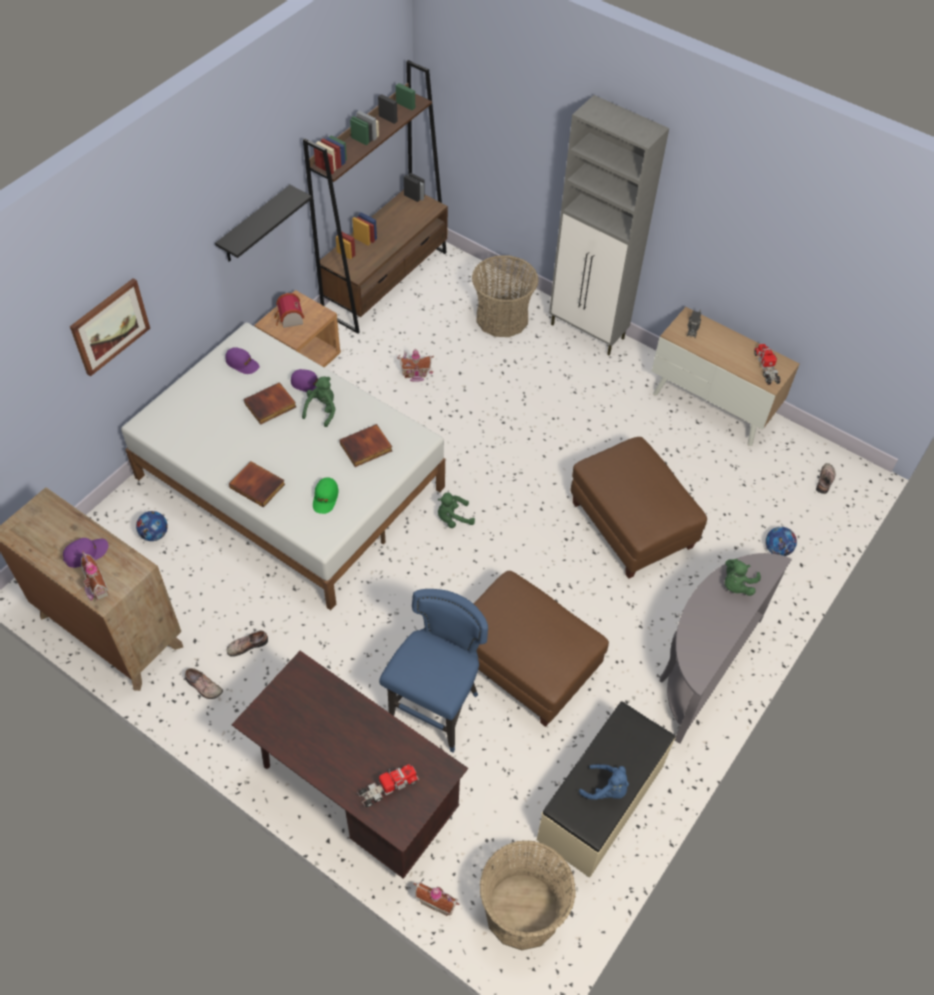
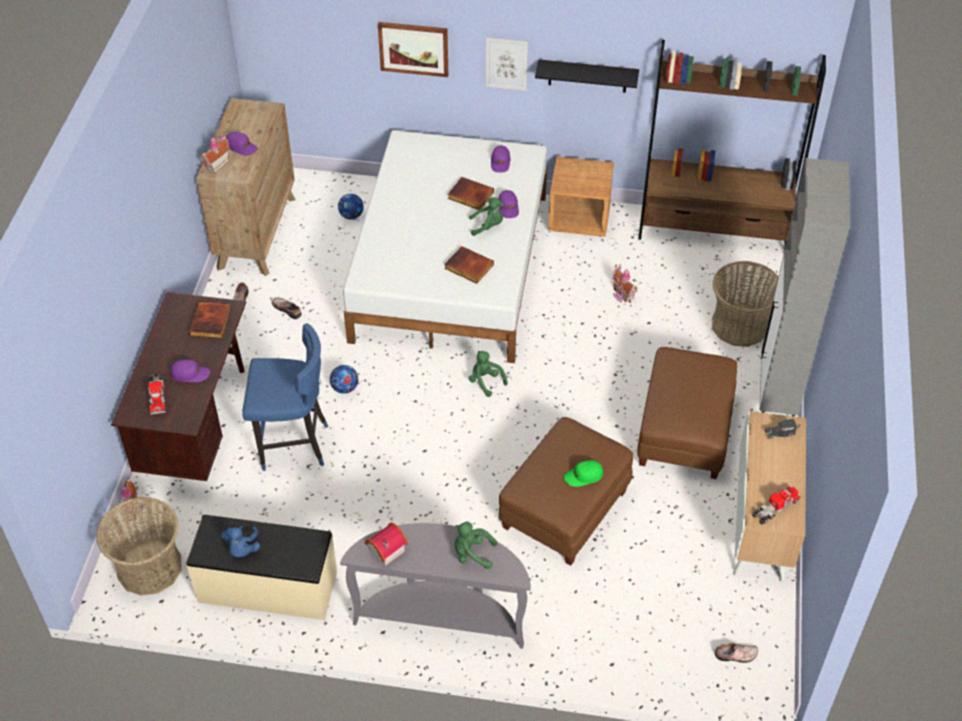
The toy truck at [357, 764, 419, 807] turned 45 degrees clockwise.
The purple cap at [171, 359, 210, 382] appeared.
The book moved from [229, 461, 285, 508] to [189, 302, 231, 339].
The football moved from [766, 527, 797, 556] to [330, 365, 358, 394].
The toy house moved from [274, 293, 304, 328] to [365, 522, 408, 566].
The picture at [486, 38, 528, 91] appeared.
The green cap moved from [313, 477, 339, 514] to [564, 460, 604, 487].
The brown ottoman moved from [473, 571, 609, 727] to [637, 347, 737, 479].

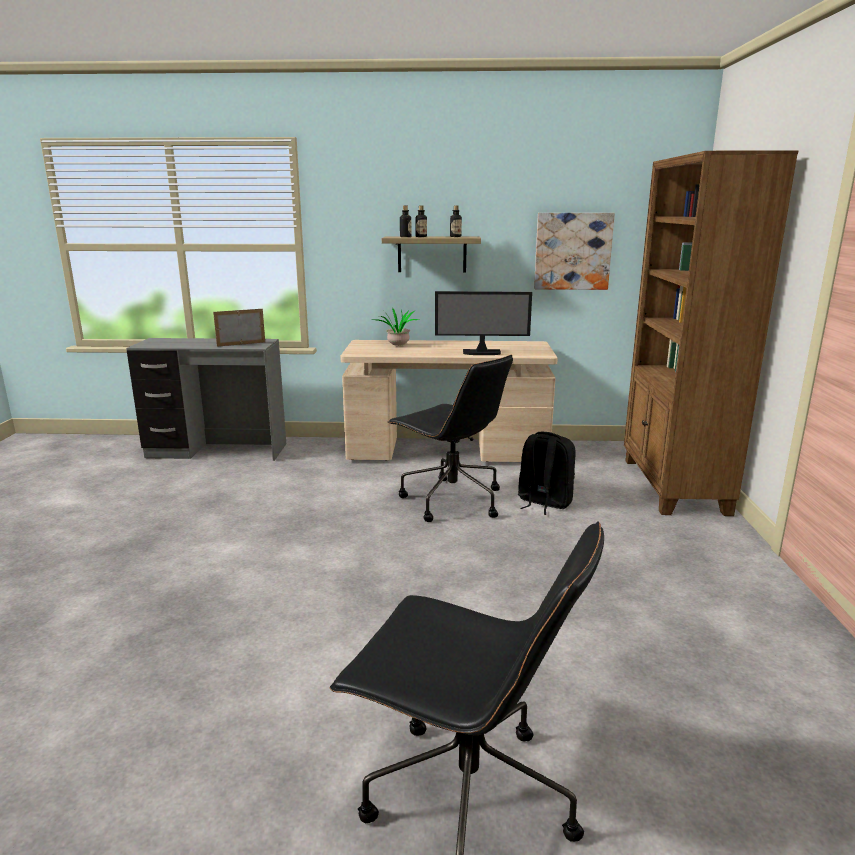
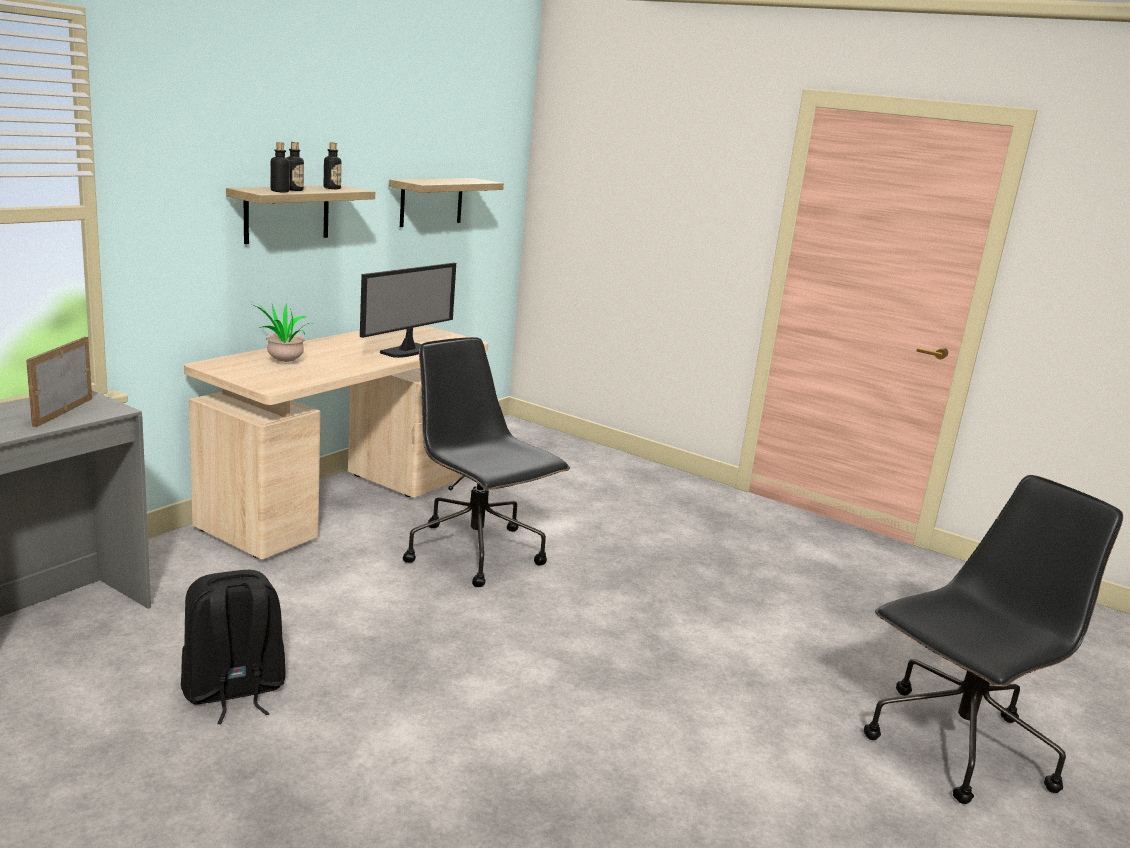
The black backpack moved from [518, 432, 575, 515] to [181, 570, 286, 724].
The picture at [534, 213, 615, 290] was replaced by the shelf at [389, 178, 504, 227].
The black office chair at [388, 355, 513, 522] turned 120 degrees counterclockwise.
The brown bookcase at [624, 150, 799, 516] disappeared.

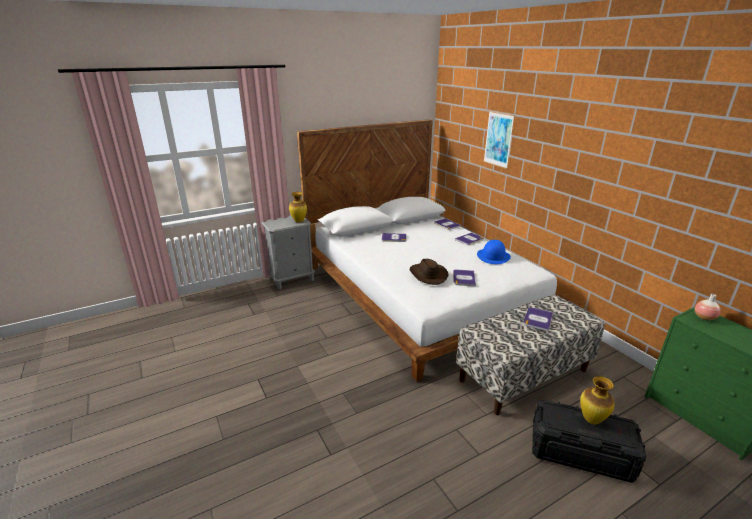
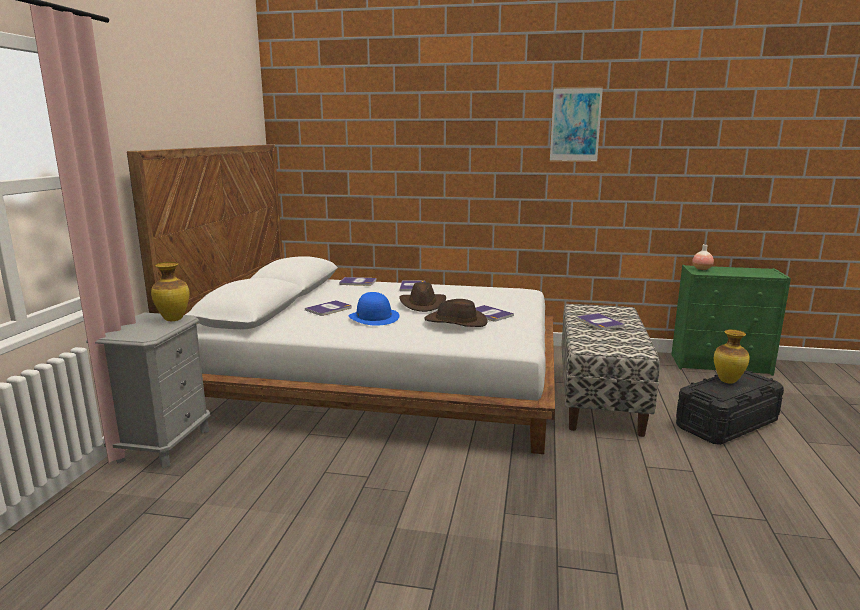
The blue hat moved from [477, 240, 511, 264] to [349, 292, 400, 326].
The brown hat at [399, 282, 446, 312] appeared.
The picture moved from [483, 111, 515, 169] to [550, 87, 603, 162].

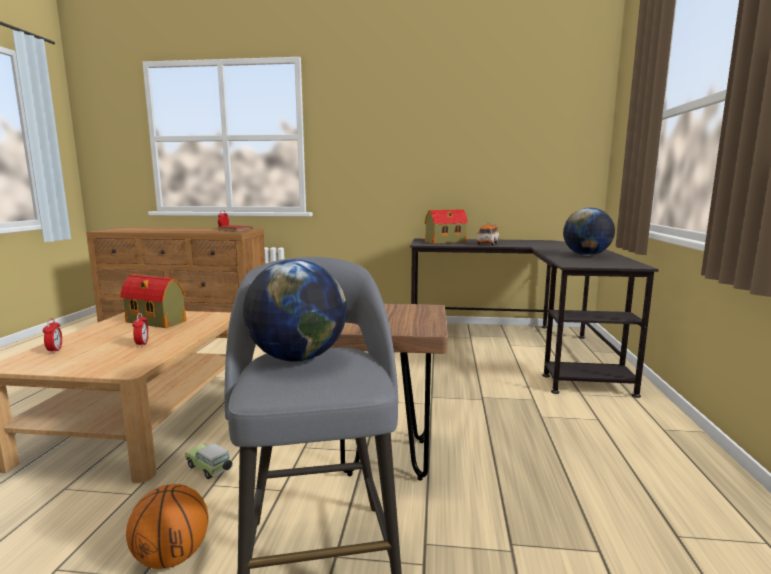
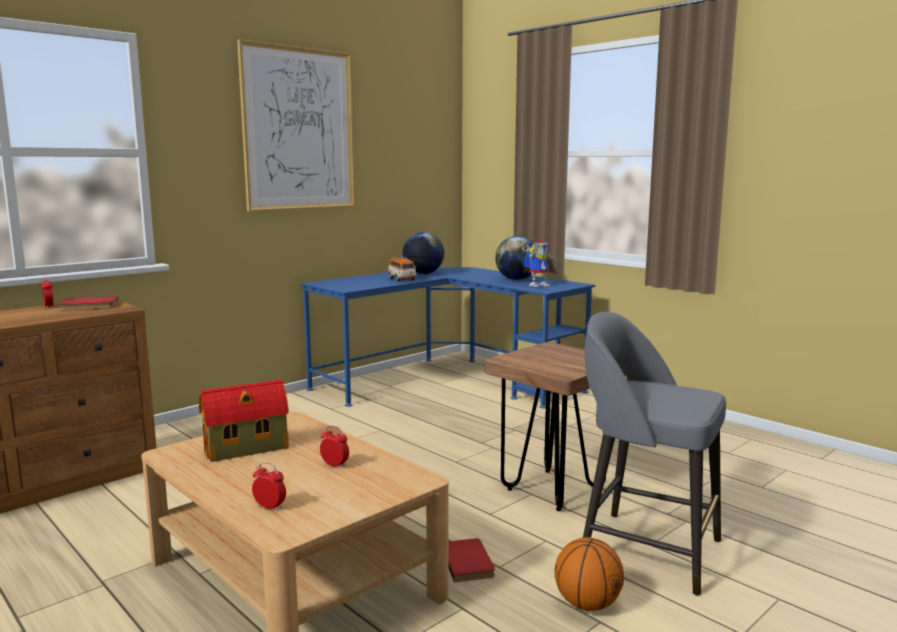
The picture at [237, 39, 355, 211] appeared.
The black desk at [410, 239, 659, 398] became the blue desk at [300, 267, 595, 408].
The globe moved from [243, 259, 347, 362] to [402, 232, 444, 274].
The toy car at [185, 443, 233, 479] was replaced by the red book at [449, 538, 495, 582].
The toy robot at [522, 240, 559, 287] appeared.
The toy house at [425, 210, 468, 244] disappeared.

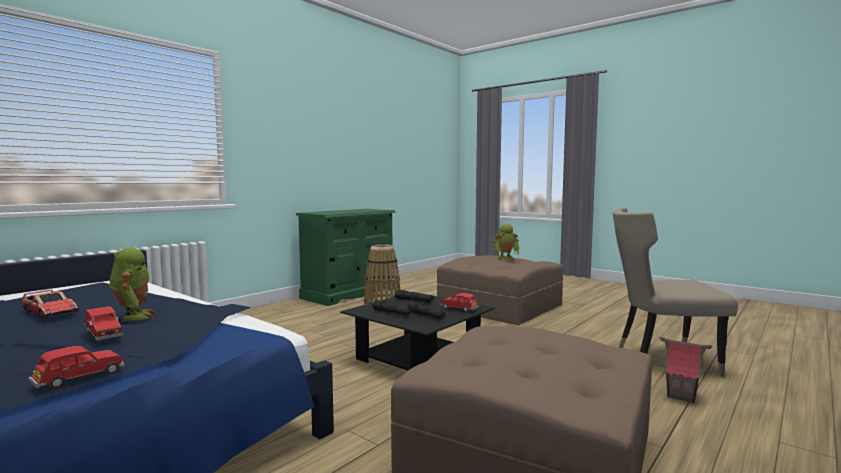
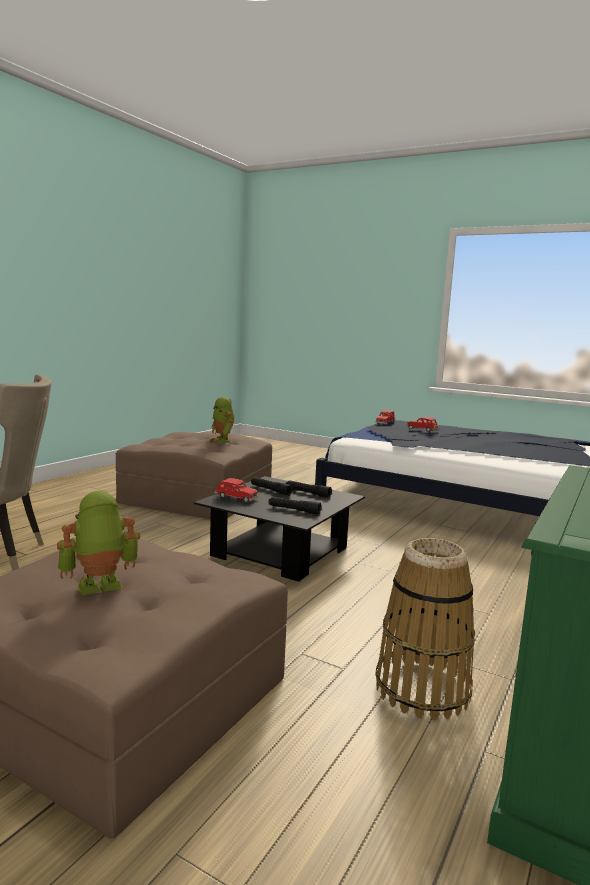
The toy robot moved from [109, 247, 156, 321] to [210, 397, 235, 443].
The toy car at [22, 290, 79, 318] disappeared.
The toy house at [660, 337, 712, 403] disappeared.

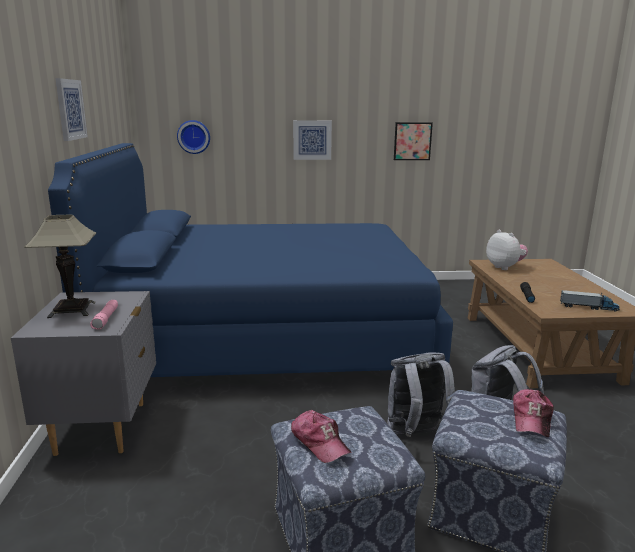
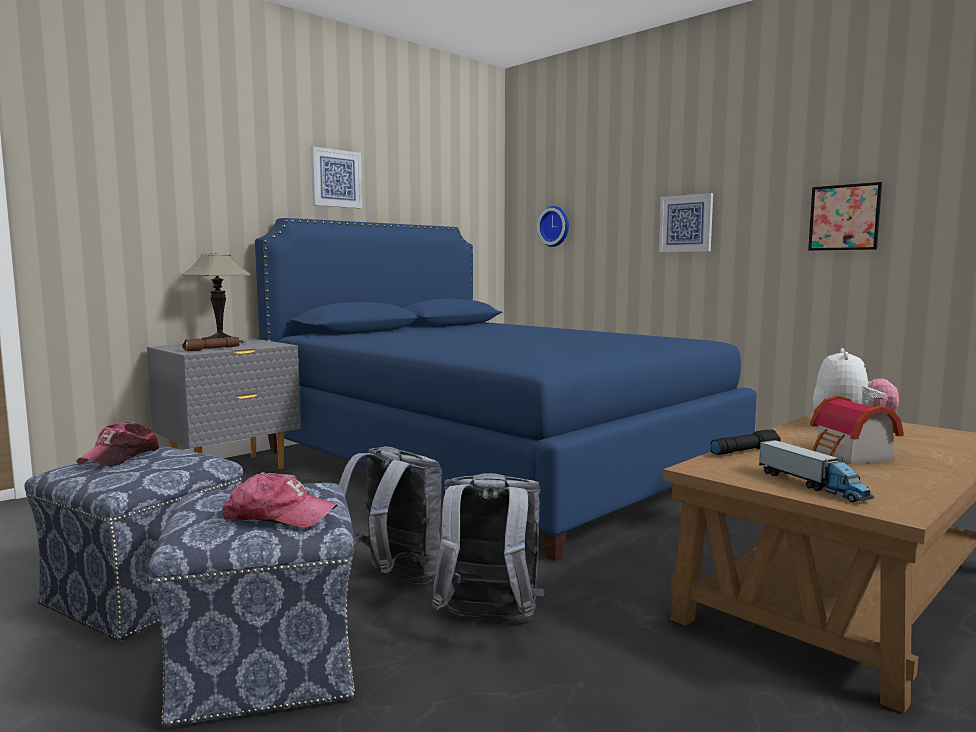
The pink flashlight at [90, 300, 118, 329] became the brown flashlight at [182, 337, 240, 351].
The cap at [513, 389, 554, 437] turned 150 degrees counterclockwise.
The toy house at [810, 395, 904, 464] appeared.

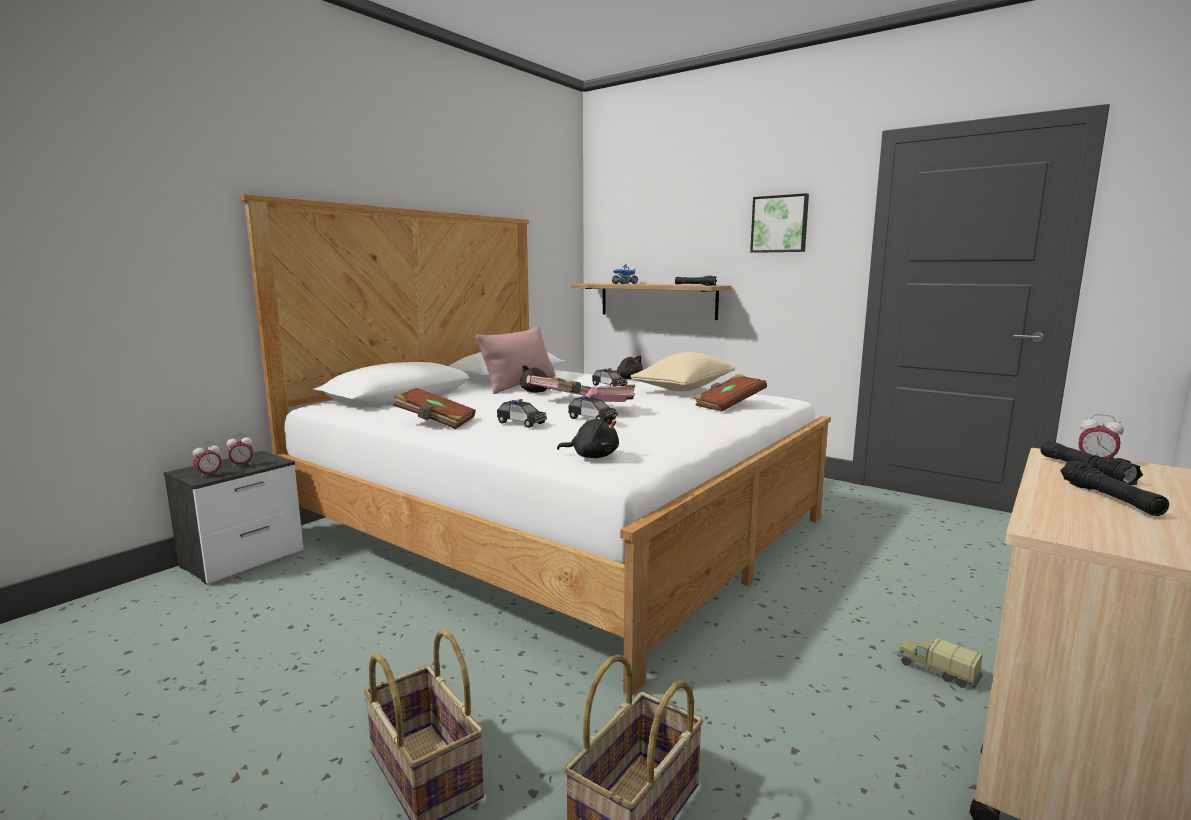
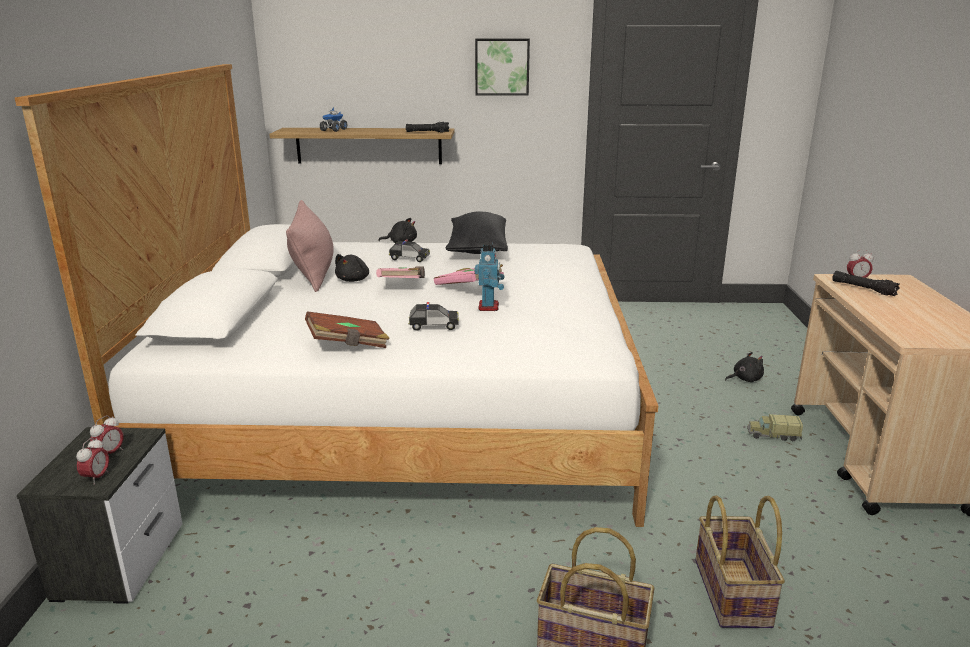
The beige pillow at [630, 352, 735, 391] became the black pillow at [445, 212, 508, 254].
The toy car at [568, 395, 618, 420] was replaced by the toy robot at [474, 242, 505, 311].
The black plush toy moved from [557, 415, 619, 458] to [725, 352, 764, 382].
The brown book at [693, 374, 767, 412] disappeared.
The black flashlight at [1060, 461, 1169, 516] disappeared.

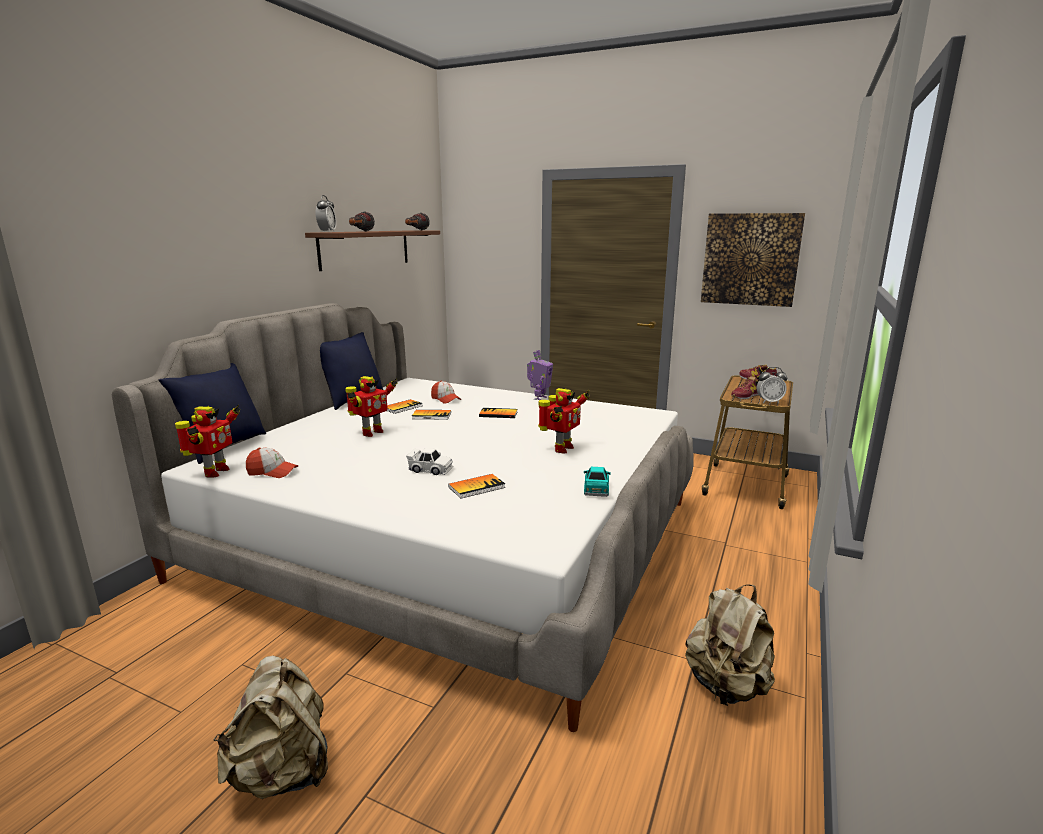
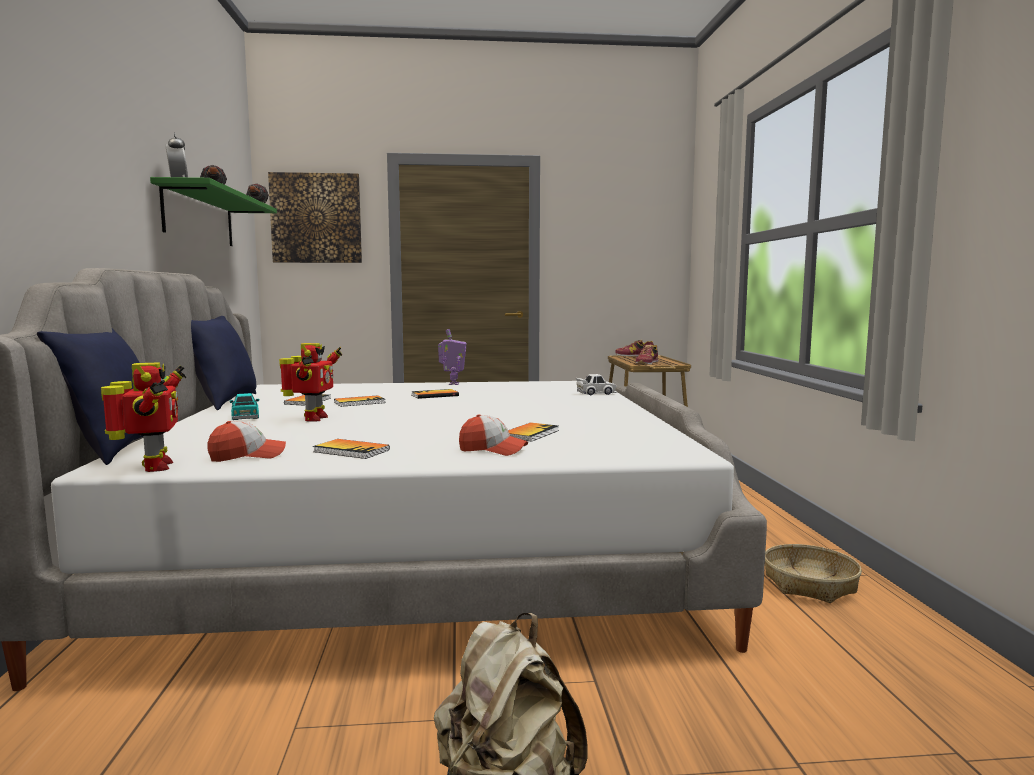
The brown shelf at [305, 230, 440, 271] became the green shelf at [150, 177, 277, 246].
The turquoise toy car moved from [584, 467, 611, 497] to [230, 393, 259, 420].
The picture moved from [701, 213, 805, 307] to [268, 172, 362, 263].
The book at [313, 439, 390, 459] appeared.
The cap moved from [431, 381, 461, 404] to [459, 414, 528, 456].
The white toy car moved from [406, 448, 453, 475] to [576, 374, 617, 395].
The beige backpack at [685, 584, 775, 706] was replaced by the basket at [765, 544, 862, 603].
The toy robot at [538, 388, 590, 453] disappeared.
The alarm clock at [757, 367, 787, 404] disappeared.

